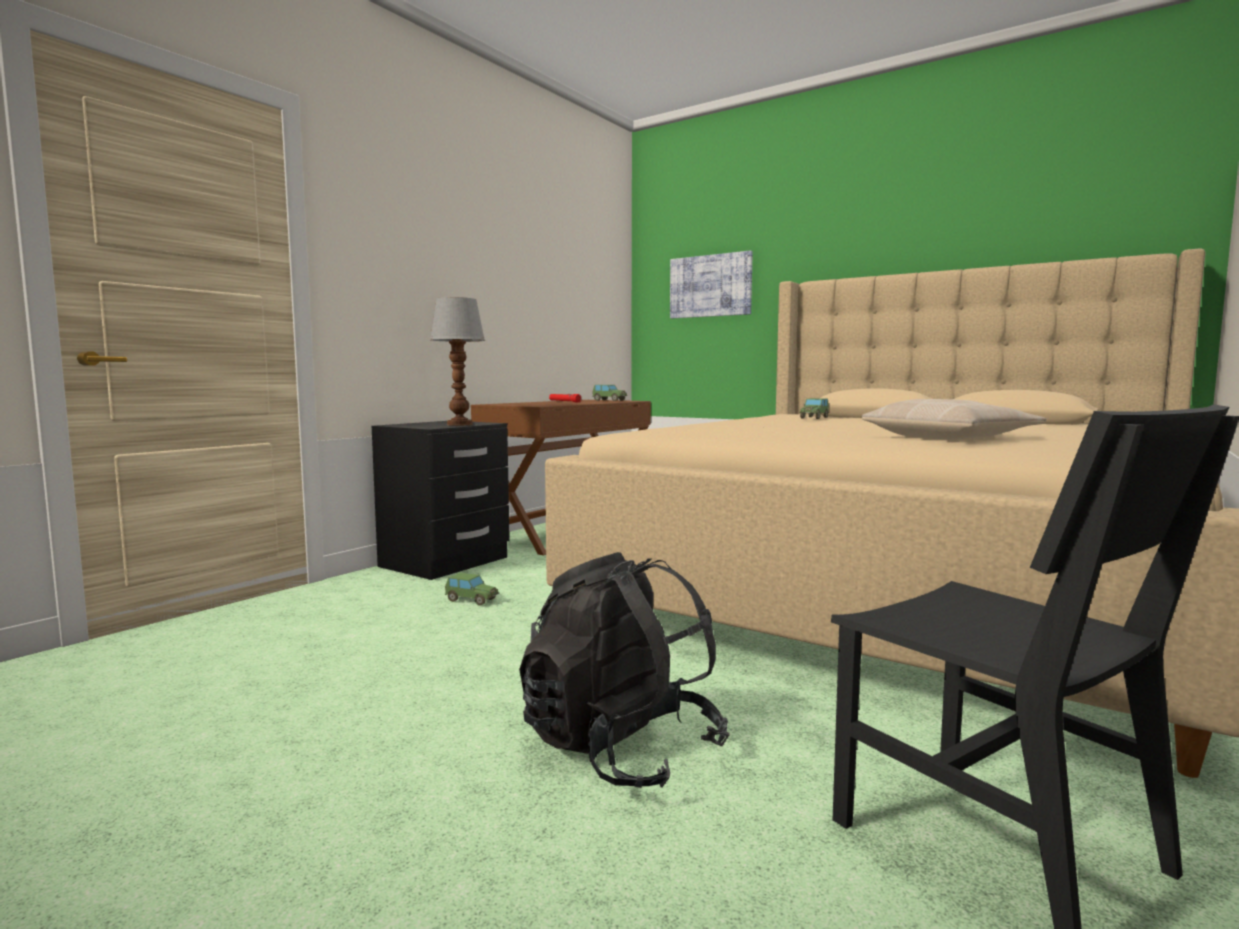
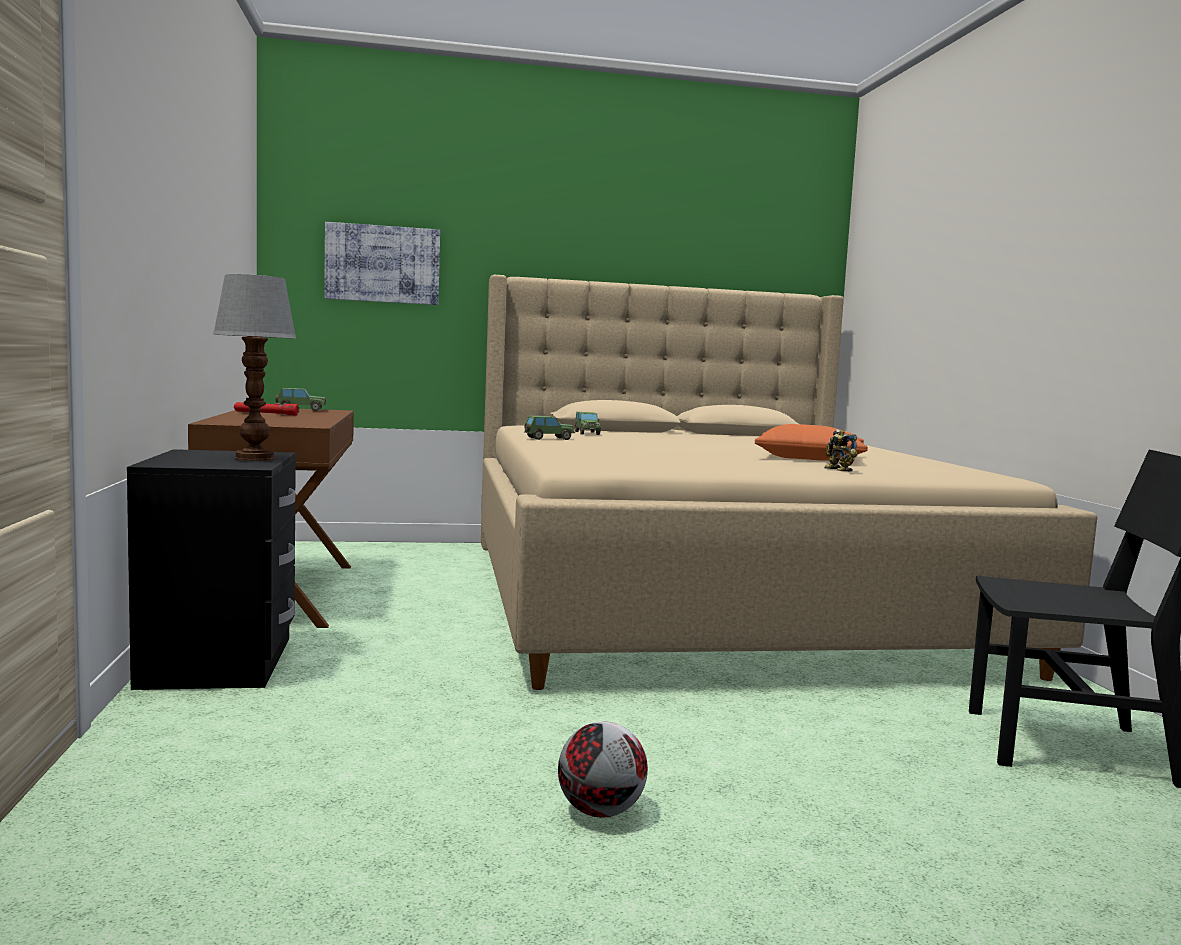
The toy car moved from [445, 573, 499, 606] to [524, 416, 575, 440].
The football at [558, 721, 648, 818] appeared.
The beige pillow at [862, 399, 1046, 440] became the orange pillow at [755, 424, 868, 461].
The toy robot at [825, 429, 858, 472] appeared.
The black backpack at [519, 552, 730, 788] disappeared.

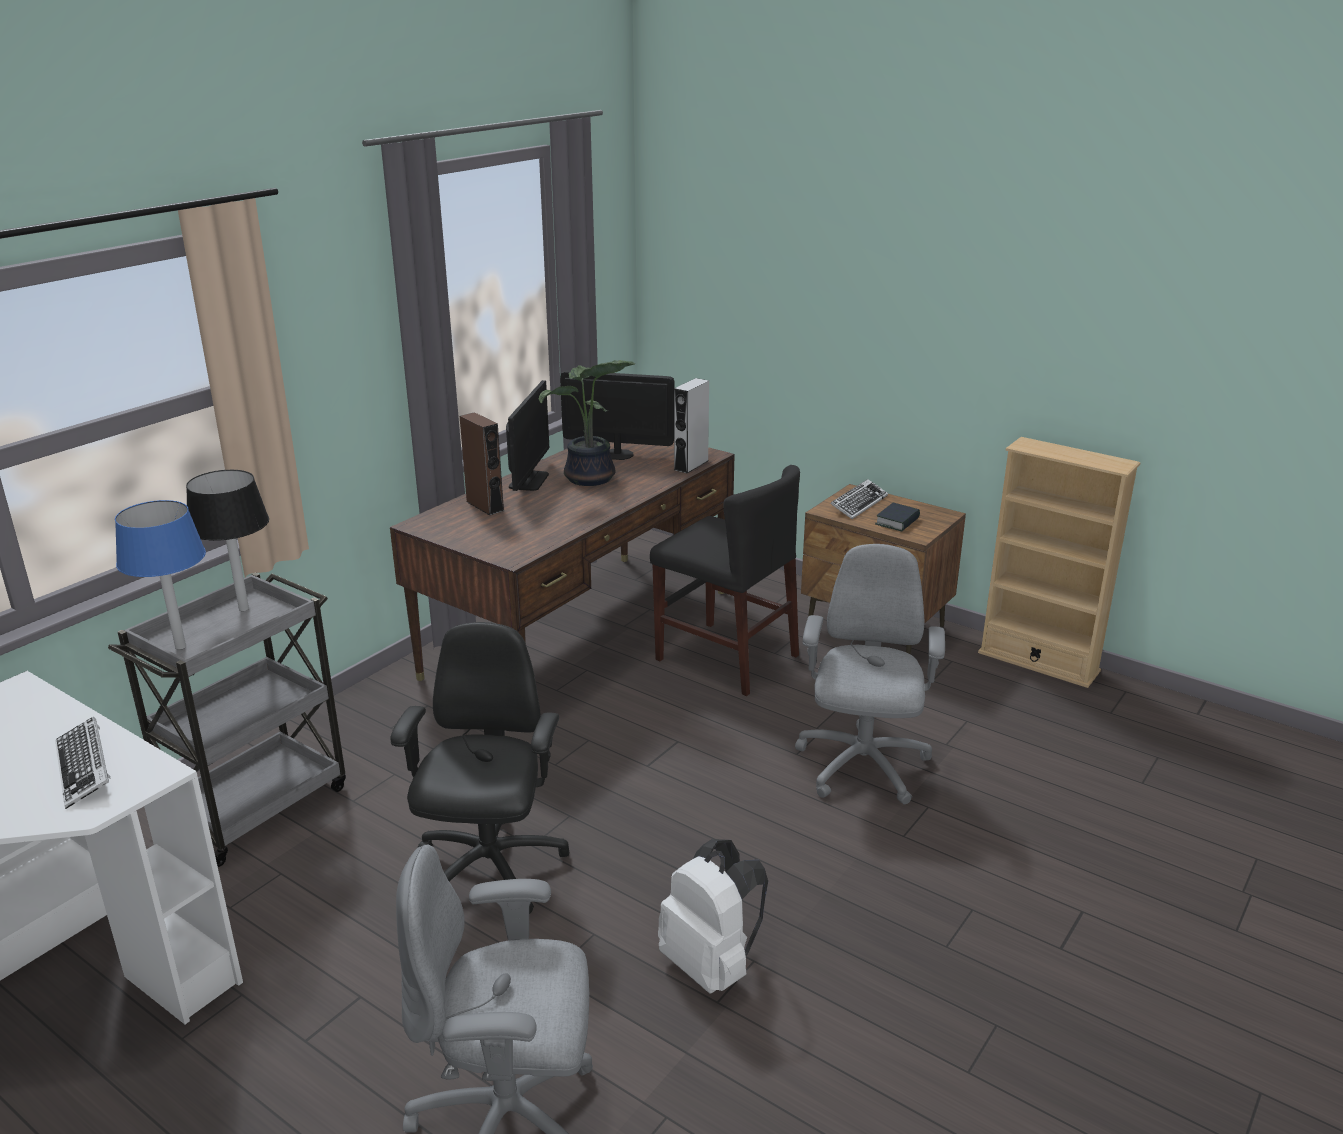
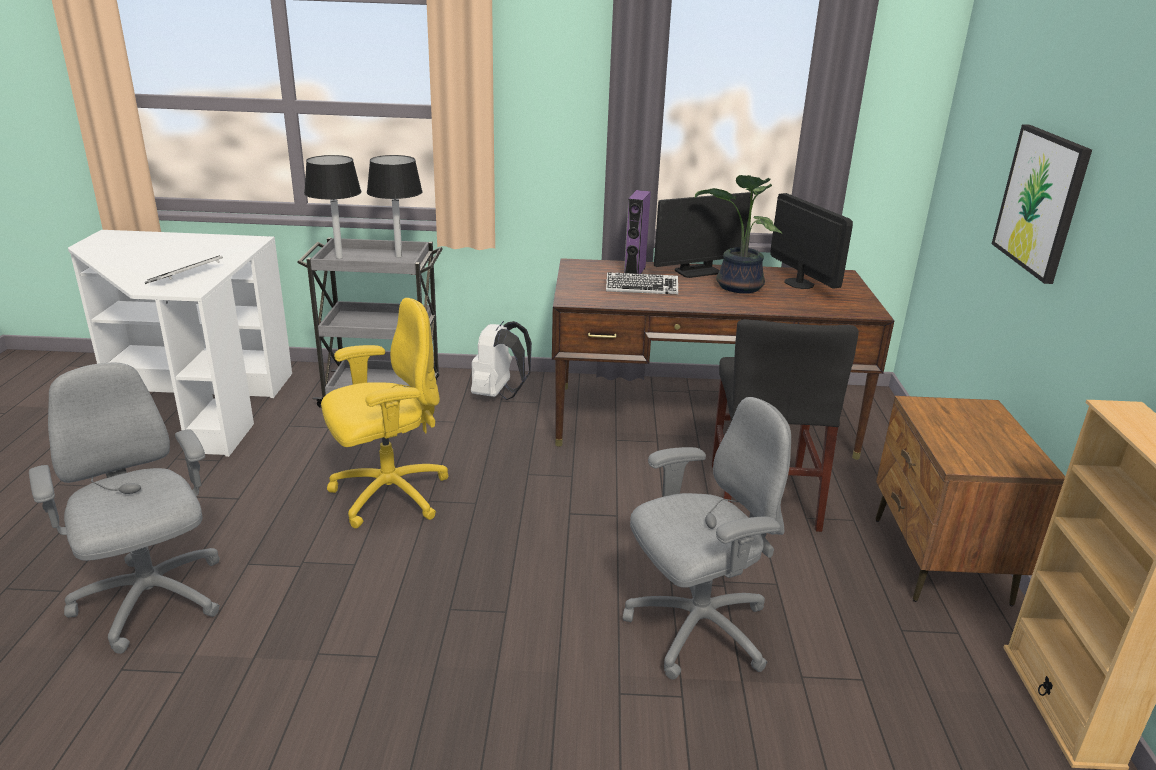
The blue table lamp at [115, 500, 206, 650] became the black table lamp at [304, 155, 361, 259].
The black office chair at [390, 622, 569, 914] became the yellow office chair at [321, 298, 448, 529].
The white backpack moved from [658, 839, 768, 993] to [471, 321, 532, 400].
The keyboard moved from [831, 479, 888, 519] to [606, 272, 678, 295].
The brown speaker at [460, 412, 504, 515] became the purple speaker at [624, 190, 651, 274].
The picture at [992, 124, 1092, 284] appeared.
The grey speaker at [674, 378, 709, 473] disappeared.
The book at [875, 503, 920, 532] disappeared.

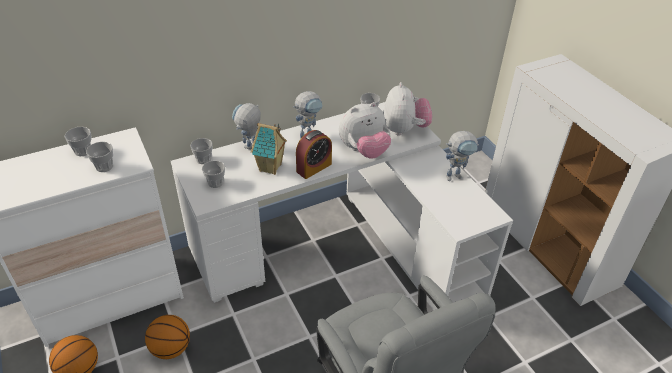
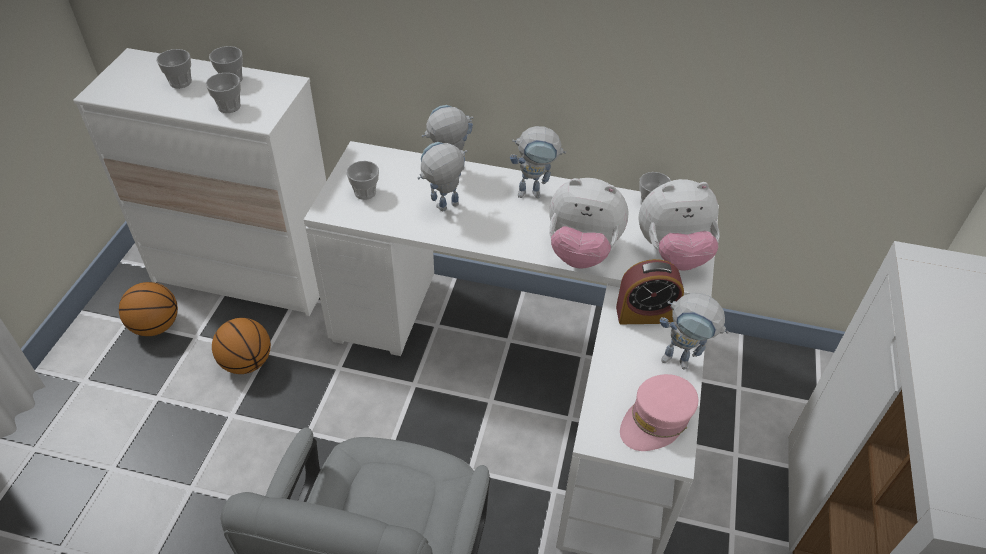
The cup moved from [190, 138, 213, 164] to [156, 49, 192, 88].
The toy house at [251, 123, 287, 175] was replaced by the toy robot at [418, 142, 467, 211].
The alarm clock moved from [296, 130, 332, 179] to [616, 259, 684, 324].
The pink cap at [620, 374, 698, 451] appeared.
The plush toy at [383, 82, 432, 136] turned 45 degrees clockwise.

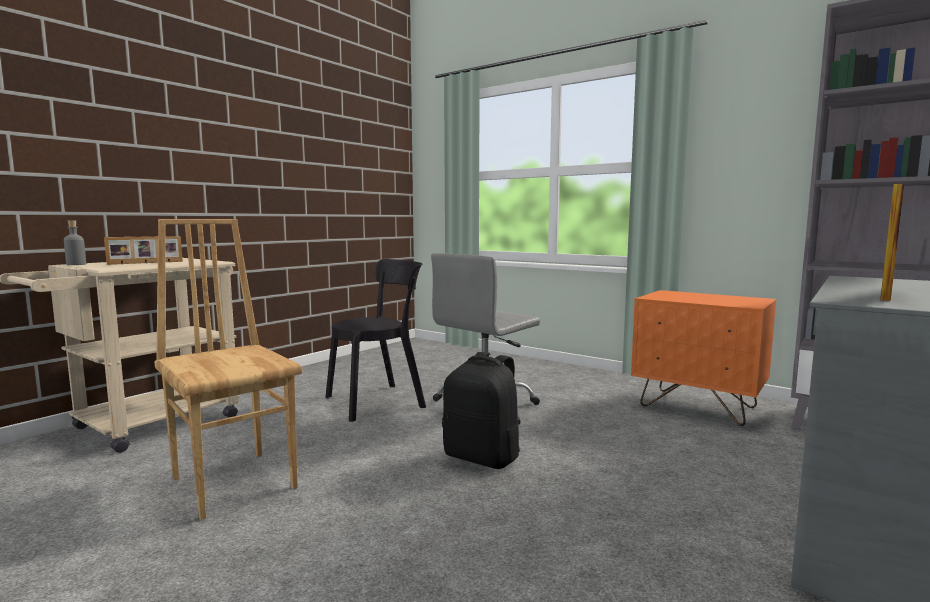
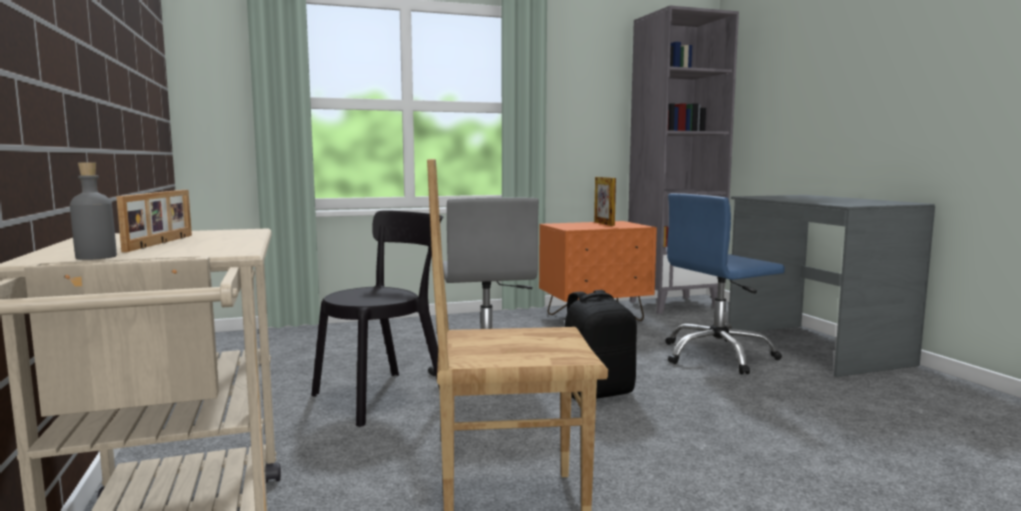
The black chair at [325, 259, 426, 422] turned 45 degrees clockwise.
The picture frame moved from [880, 184, 904, 301] to [594, 177, 616, 226].
The blue office chair at [666, 193, 785, 375] appeared.

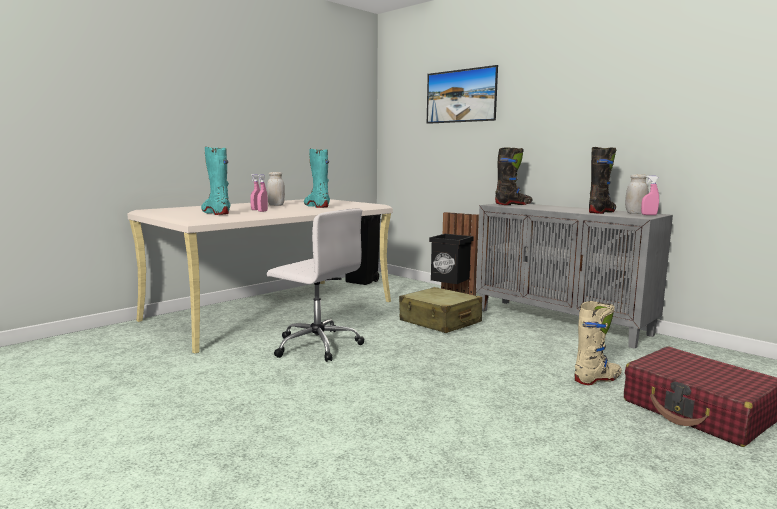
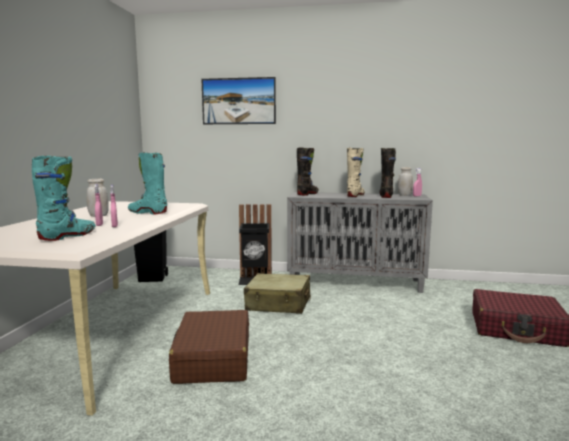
The turquoise boot at [201, 147, 230, 215] turned 105 degrees clockwise.
The white office chair at [267, 208, 365, 362] was replaced by the brown suitcase at [169, 310, 249, 384].
The beige boot moved from [575, 301, 622, 385] to [347, 148, 365, 197].

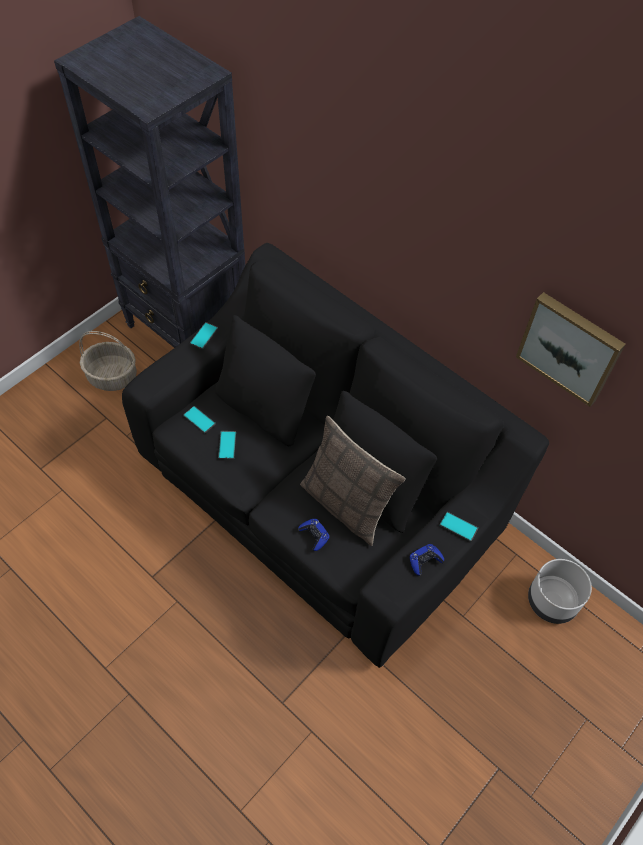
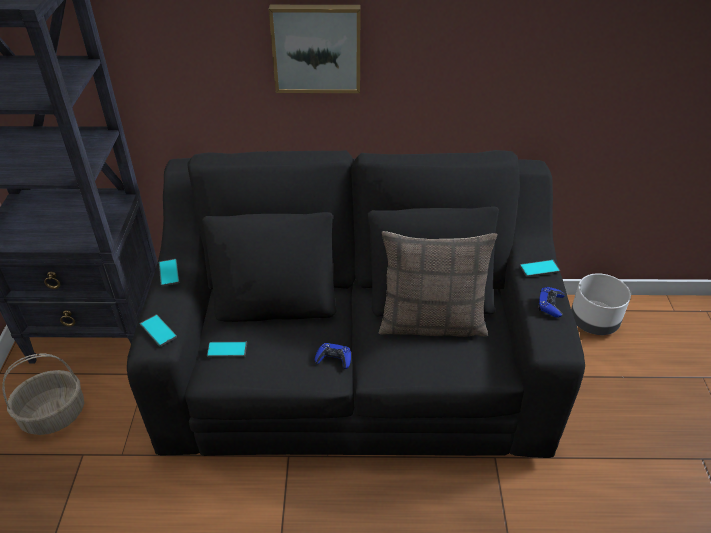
The phone moved from [218, 431, 236, 459] to [140, 314, 177, 347].
The picture moved from [516, 292, 626, 407] to [269, 5, 360, 93].
The blue game controller moved from [298, 519, 330, 551] to [315, 343, 351, 369].

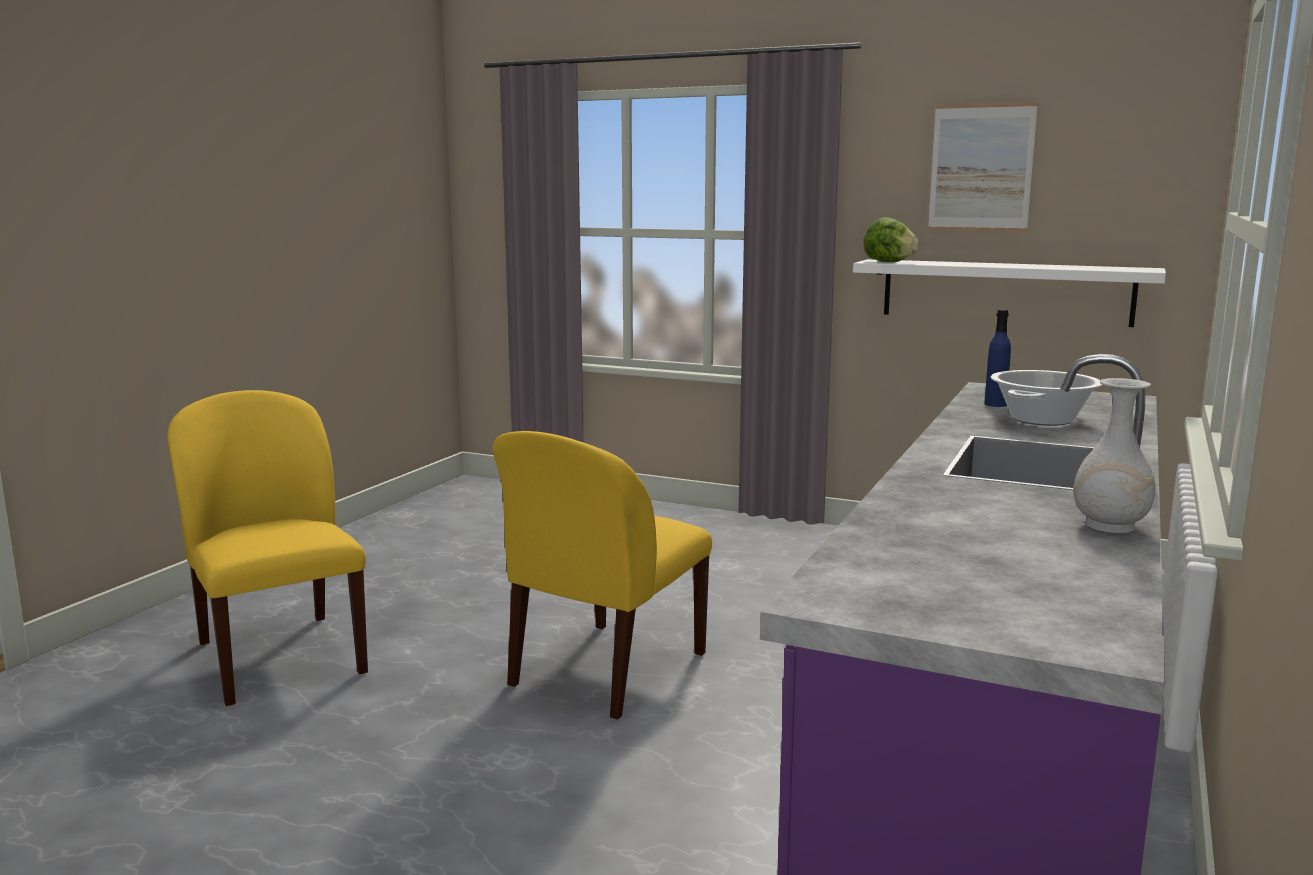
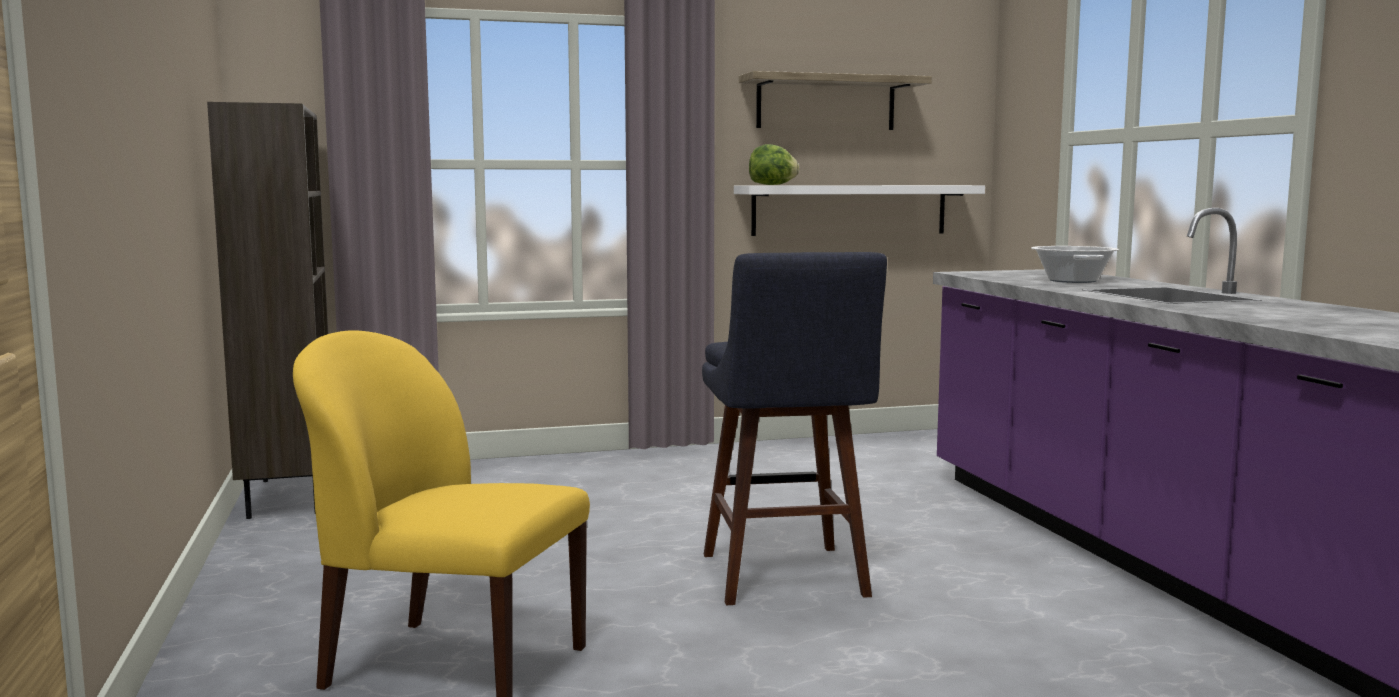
The brown bookcase at [207, 102, 328, 519] appeared.
The yellow chair at [493, 431, 712, 720] was replaced by the blue stool at [702, 252, 887, 605].
The picture at [928, 103, 1038, 231] was replaced by the shelf at [739, 71, 932, 130].
The blue bottle at [984, 309, 1011, 407] disappeared.
The white vase at [1073, 378, 1156, 533] disappeared.

